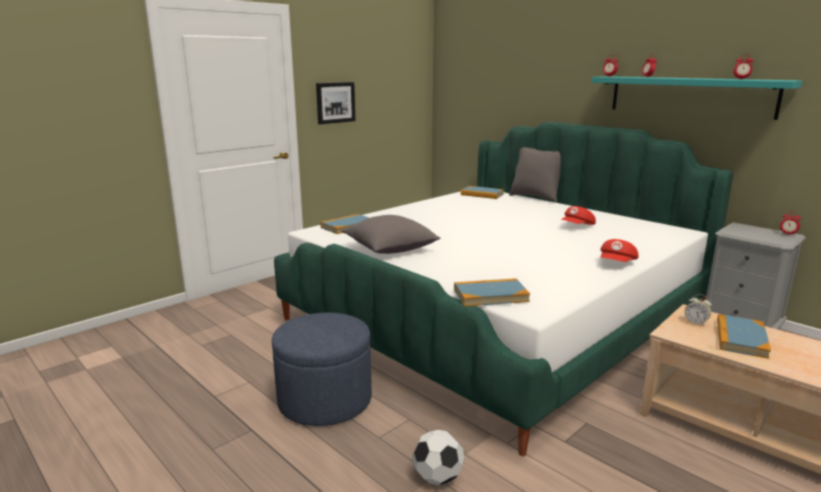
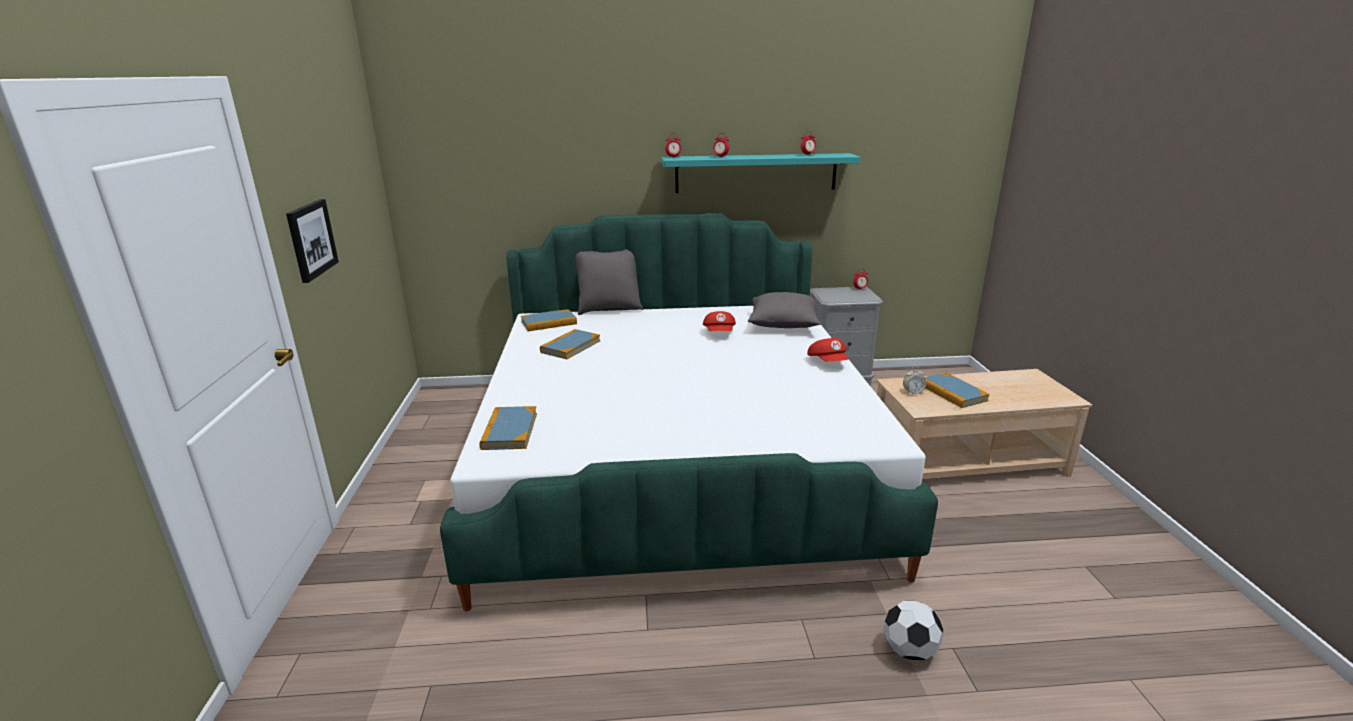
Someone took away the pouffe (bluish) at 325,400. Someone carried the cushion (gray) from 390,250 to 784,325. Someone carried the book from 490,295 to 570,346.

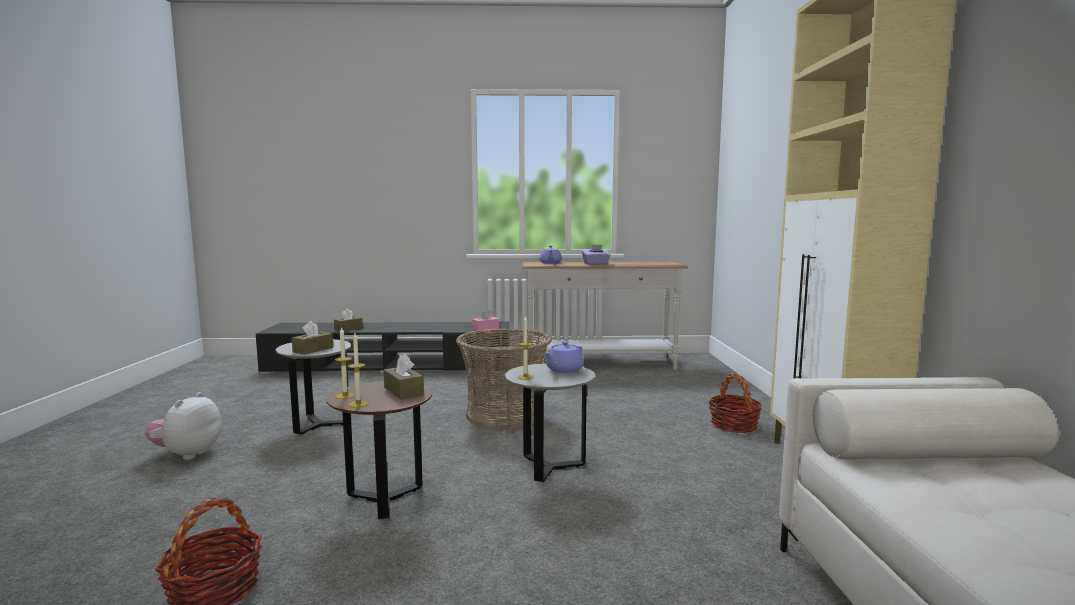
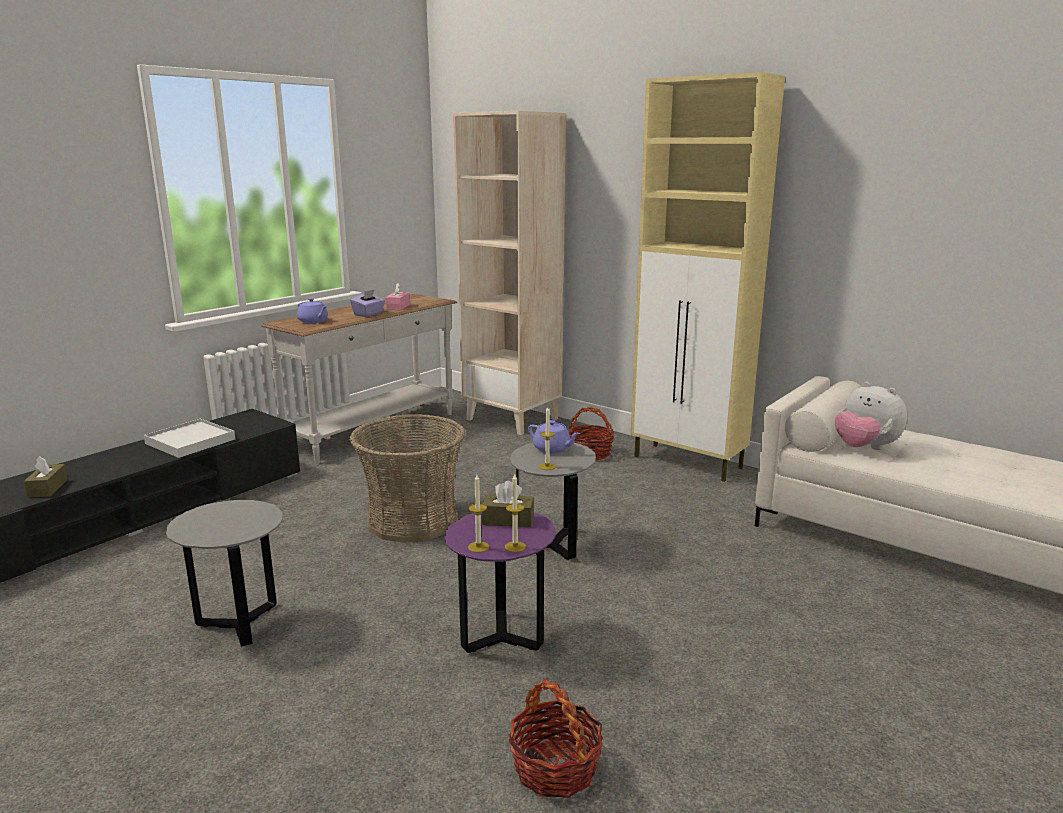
Someone took away the tissue holder (brownish) at 313,350. Someone put down the carrying tray (white) at 190,441. Someone put down the bookcase (sand-coloured) at 513,419. Someone carried the plush toy from 187,454 to 864,448. Someone carried the tissue holder (pink) from 485,329 to 398,307. Someone repainted the accent table (brownish) at 384,500, which became the accent table (purple) at 501,638. Someone rotated the tea pot (purple) at 563,370 by 45 degrees counterclockwise.

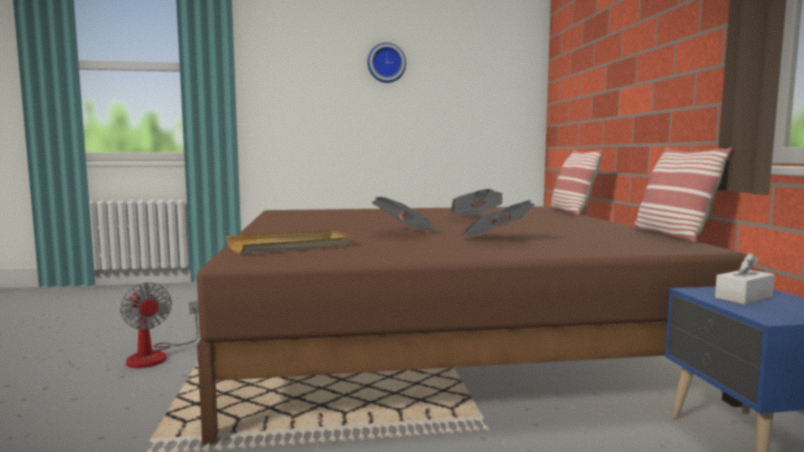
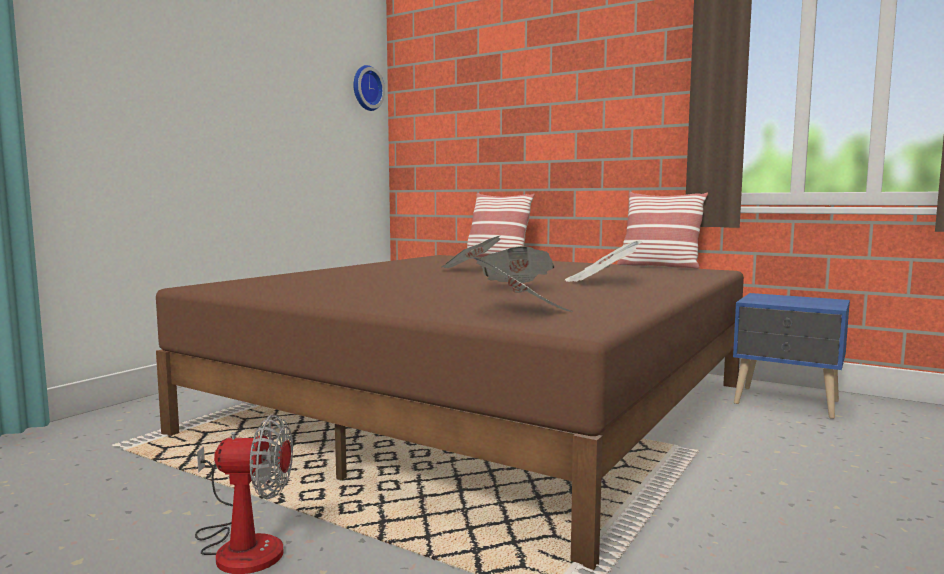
Someone took away the tissue holder (white) at 743,297. Someone carried the clock on the wall from 386,63 to 365,88. Someone swapped the carrying tray (sand-coloured) at 291,246 for the newspaper at 521,312.

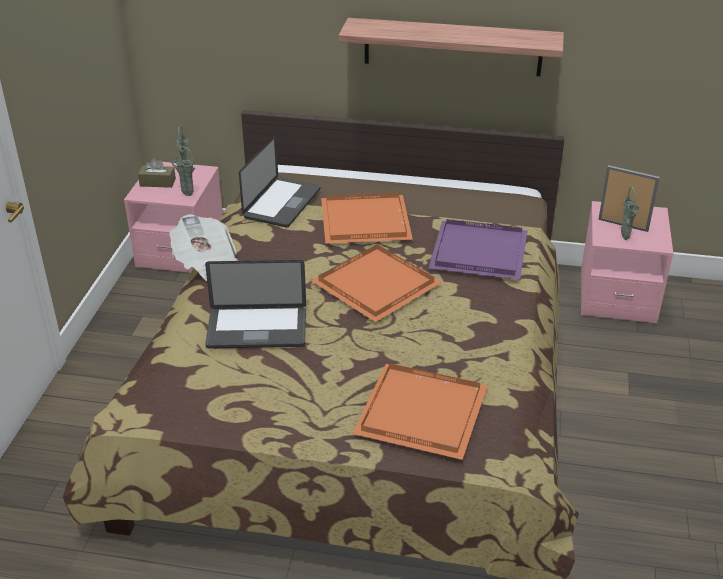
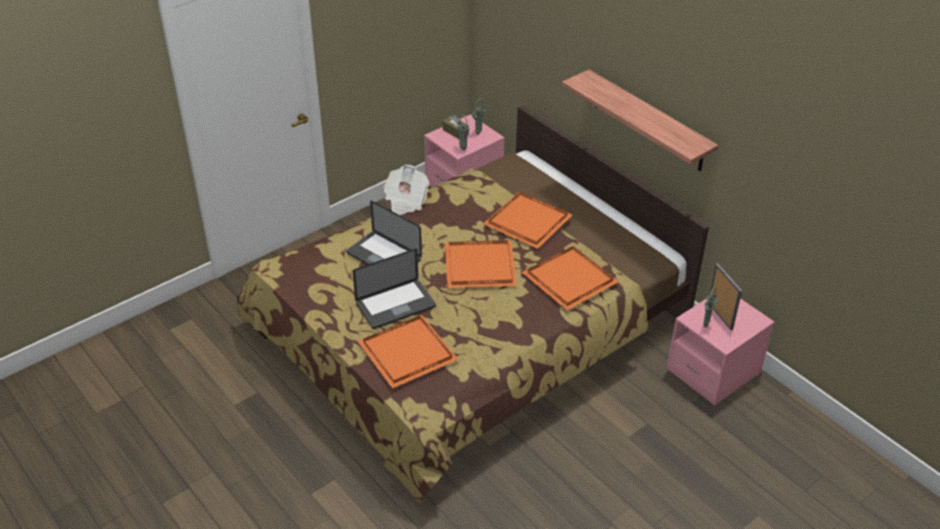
Someone carried the laptop from 282,203 to 395,305. Someone repainted the carrying tray (purple) at 477,253, which became the carrying tray (orange) at 568,279.

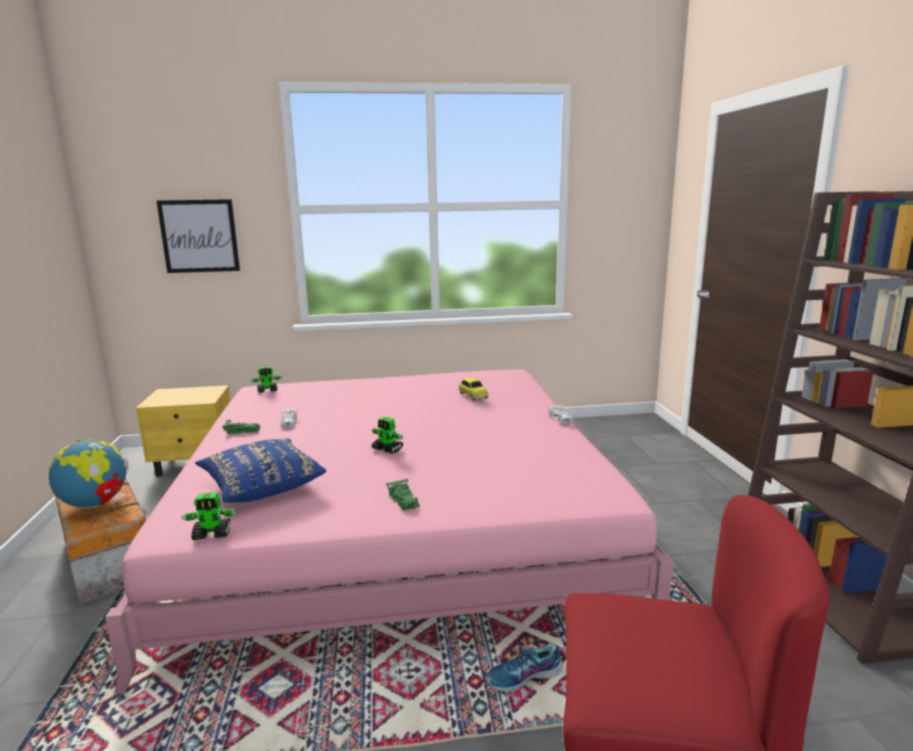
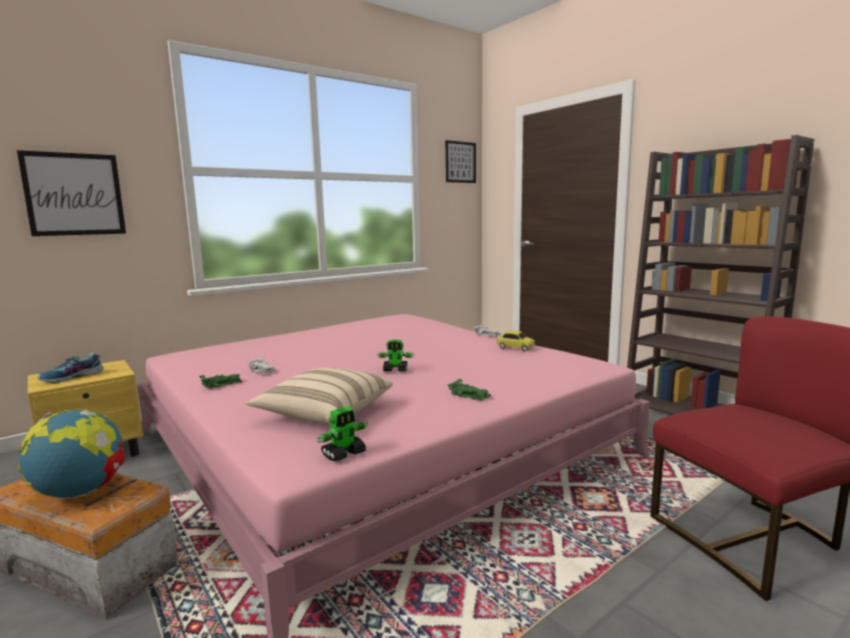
Someone took away the toy robot at 267,390. Someone put up the wall art at 460,162. Someone carried the miniature car from 473,395 to 515,348. Someone carried the shoe from 524,677 to 72,377. Someone repainted the cushion (bluish) at 262,486, which became the cushion (sand-coloured) at 324,414.

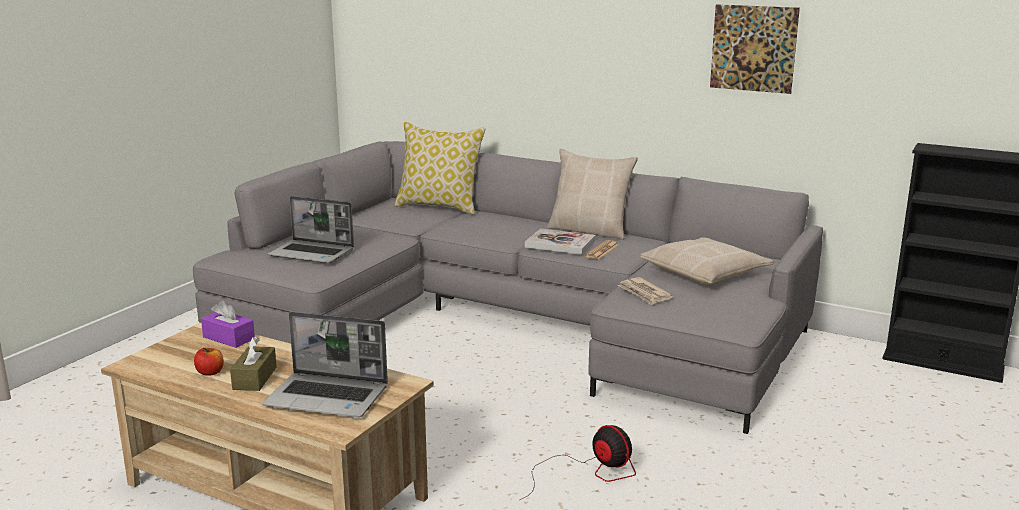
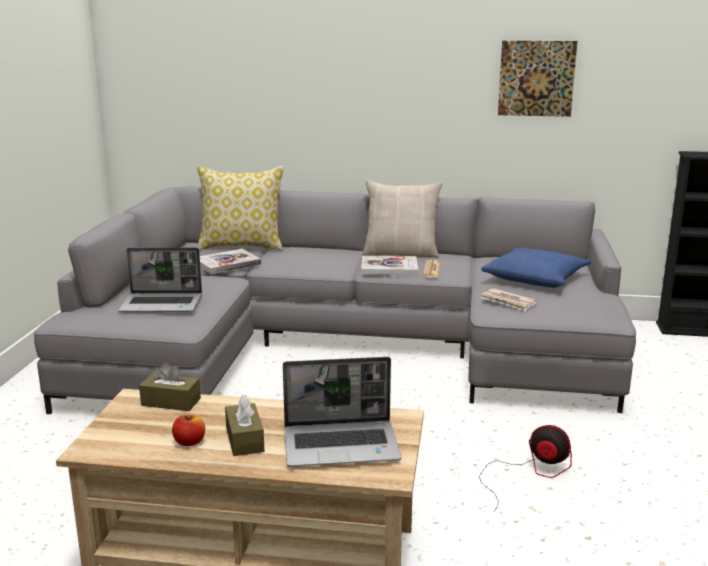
Someone put down the book at 227,263. Someone repainted the tissue holder (purple) at 229,338, which became the tissue holder (brownish) at 171,402. Someone repainted the cushion (sand-coloured) at 705,272, which became the cushion (bluish) at 535,278.

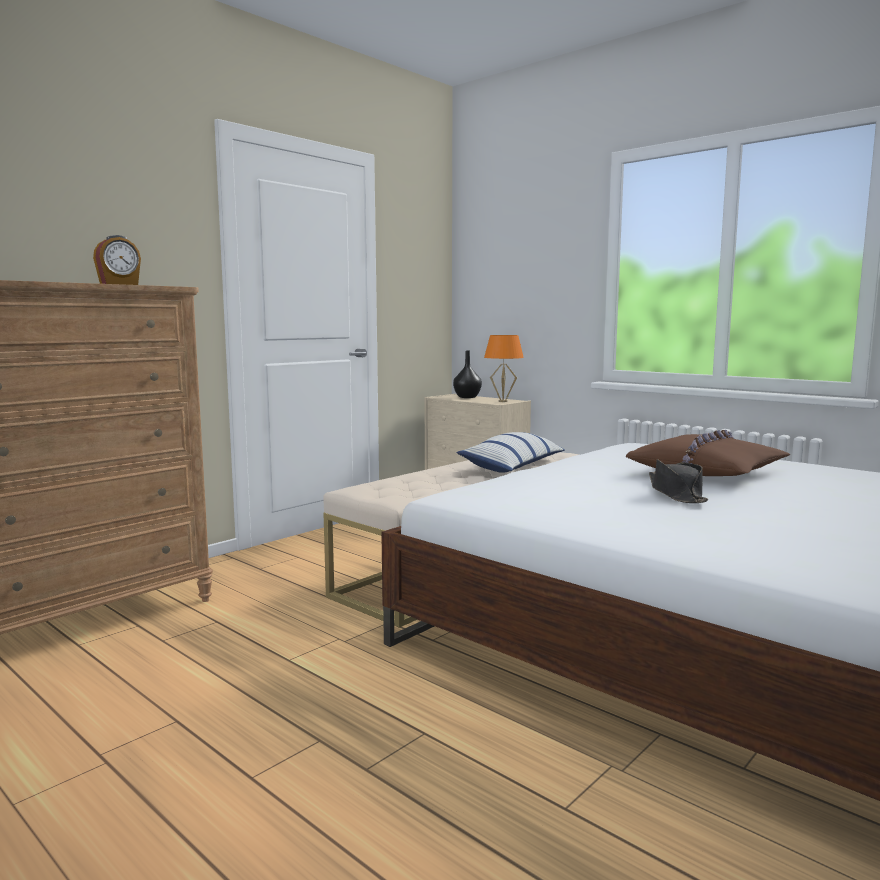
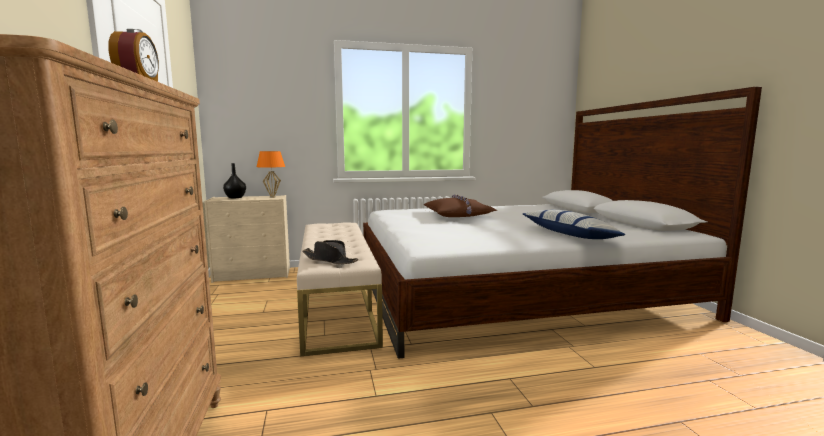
Someone carried the cushion from 512,466 to 569,234. Someone carried the wearable hat (black-coloured) from 677,494 to 330,260.

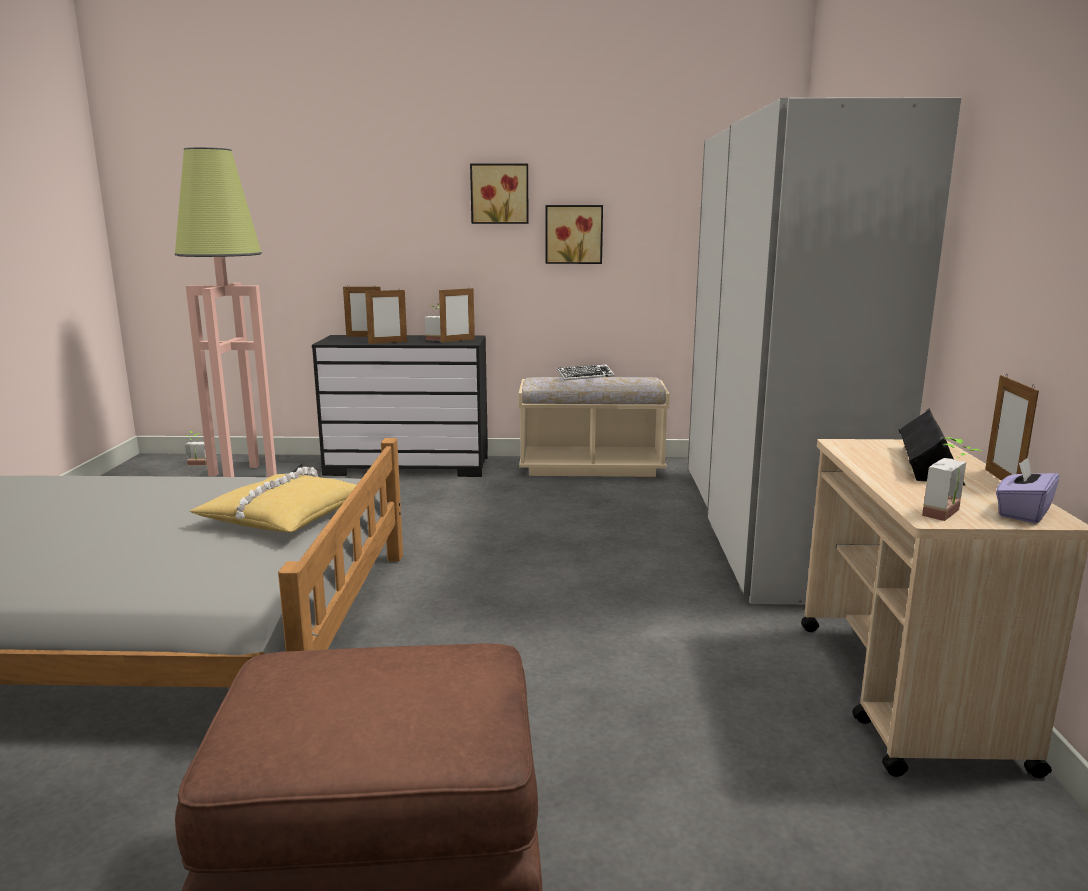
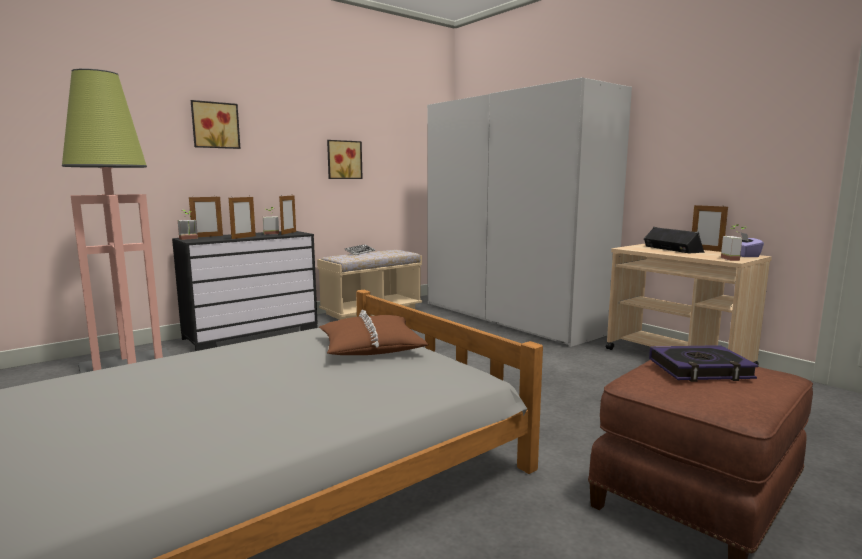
Someone put down the book at 700,369. Someone carried the potted plant from 197,465 to 189,239. Someone carried the wall art from 499,194 to 215,125. Someone repainted the cushion (yellow-coloured) at 284,517, which became the cushion (brownish) at 370,347.

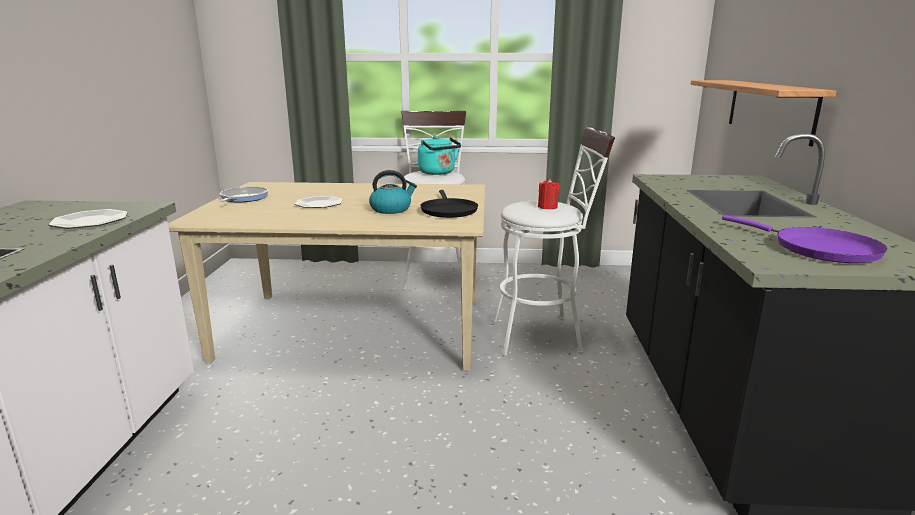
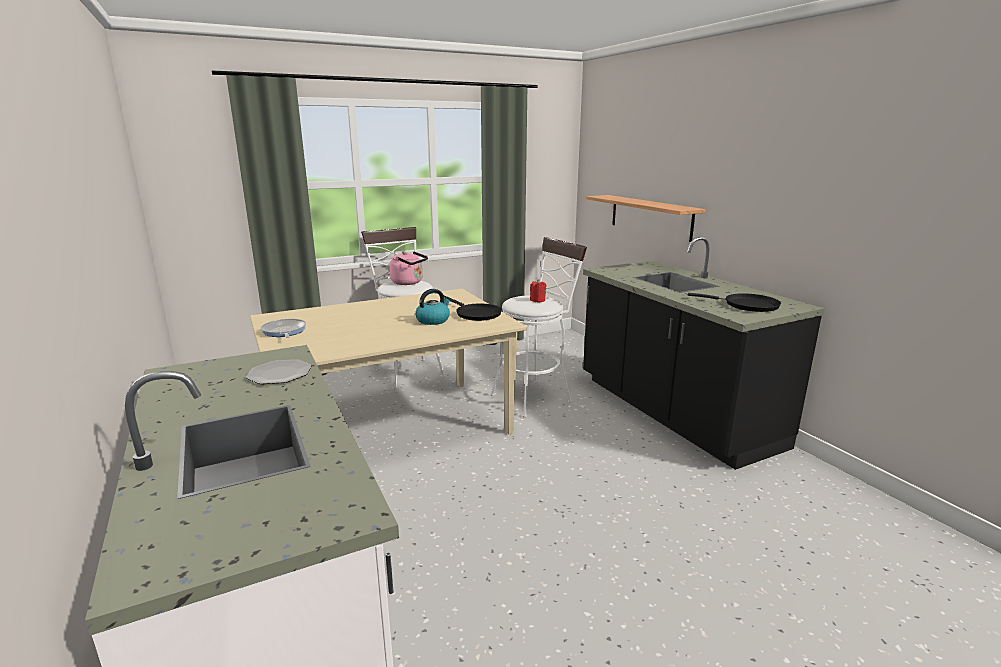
Someone took away the plate at 319,204. Someone repainted the tea kettle (turquoise-coloured) at 438,173, which became the tea kettle (pink) at 409,282. Someone repainted the frying pan (purple) at 818,249, which became the frying pan (black-coloured) at 747,305.

